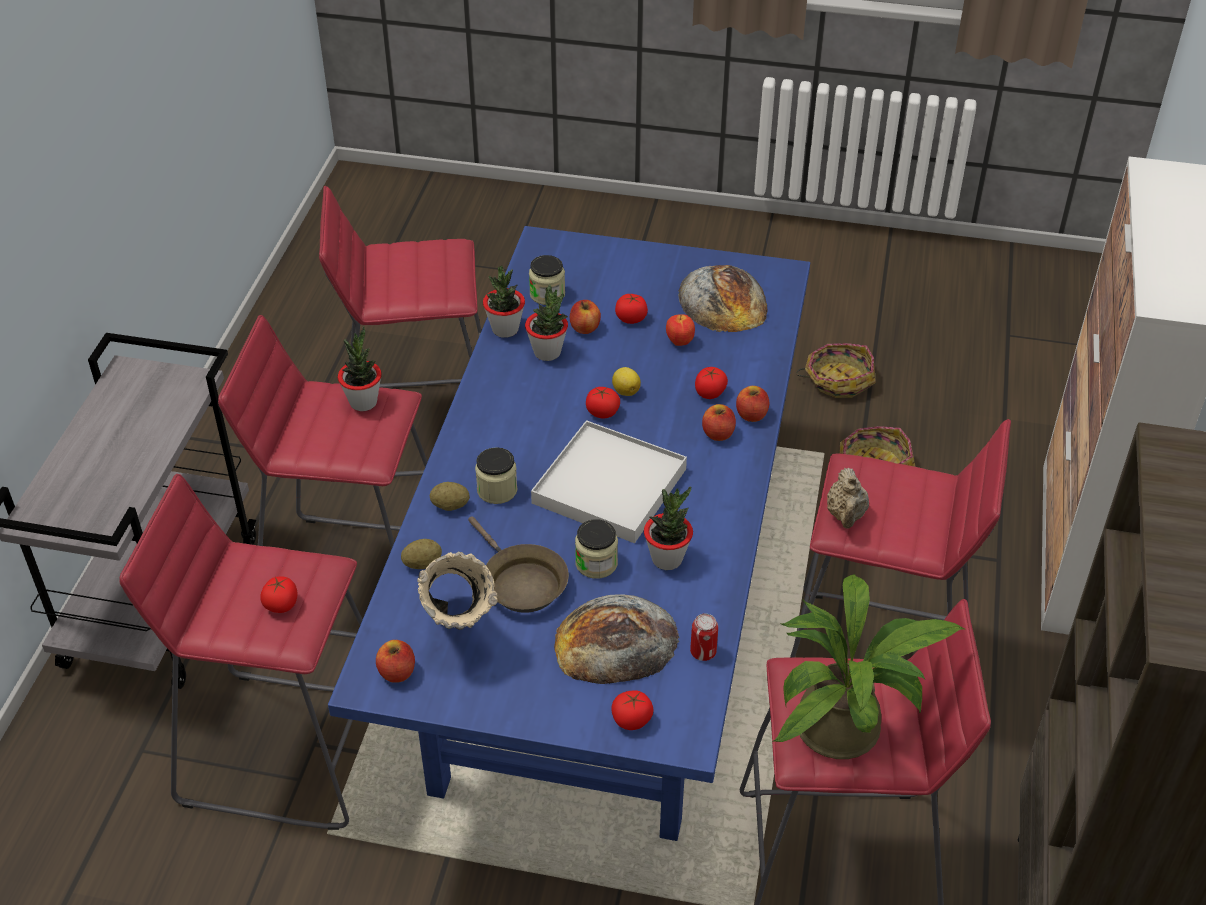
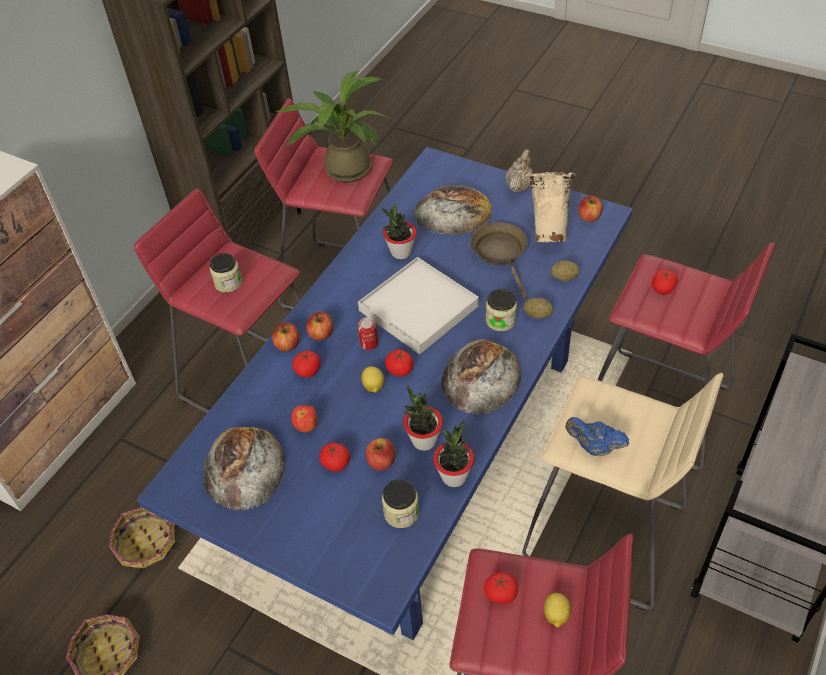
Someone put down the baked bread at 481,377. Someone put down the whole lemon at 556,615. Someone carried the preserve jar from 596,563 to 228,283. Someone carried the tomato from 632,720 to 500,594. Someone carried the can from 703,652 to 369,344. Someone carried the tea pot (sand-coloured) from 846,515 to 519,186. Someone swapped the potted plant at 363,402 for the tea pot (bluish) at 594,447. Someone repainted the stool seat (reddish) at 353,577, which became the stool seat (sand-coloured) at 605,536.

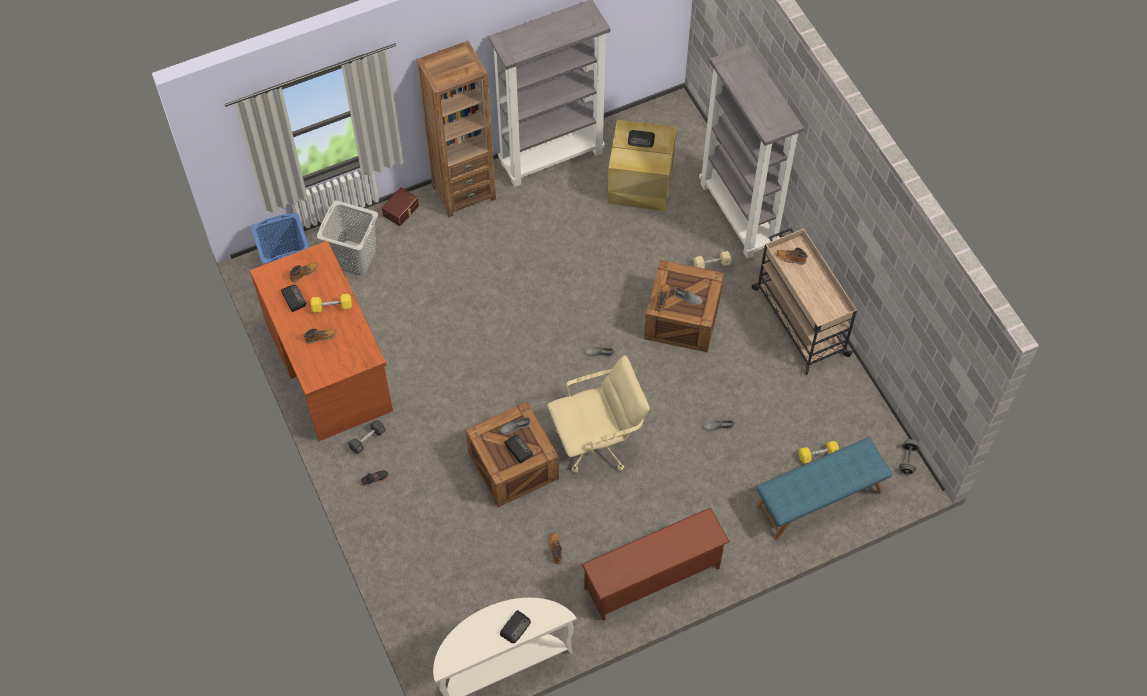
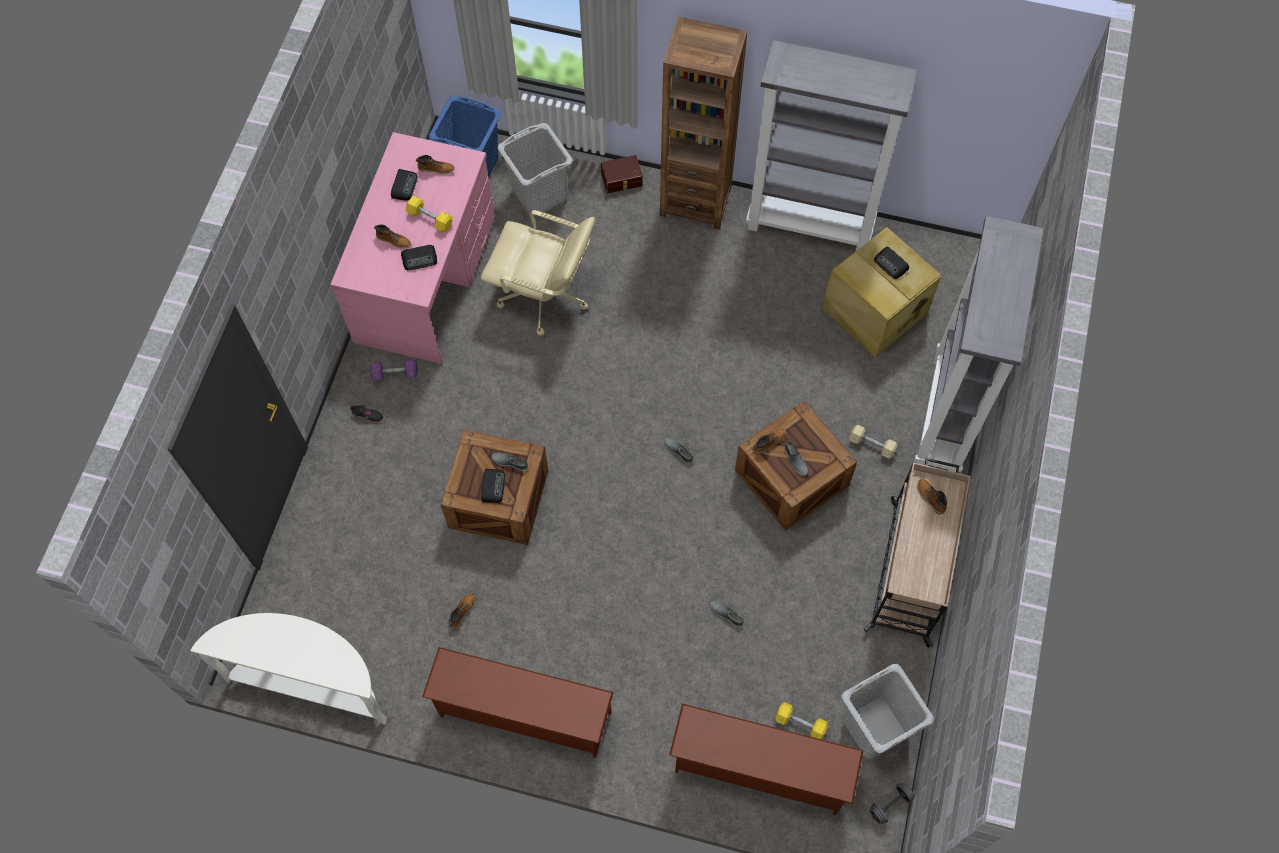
Someone put down the hamper (gray) at 874,728. Someone carried the radio from 515,627 to 420,259. Someone carried the computer chair (sand-coloured) from 597,442 to 544,296. Someone swapped the bench (bluish) at 819,500 for the shoe rack (brownish) at 759,771. Someone repainted the desk unit (brownish) at 329,365, which became the desk unit (pink) at 426,279. Someone repainted the hand weight (black-coloured) at 367,440, which became the hand weight (purple) at 395,374.

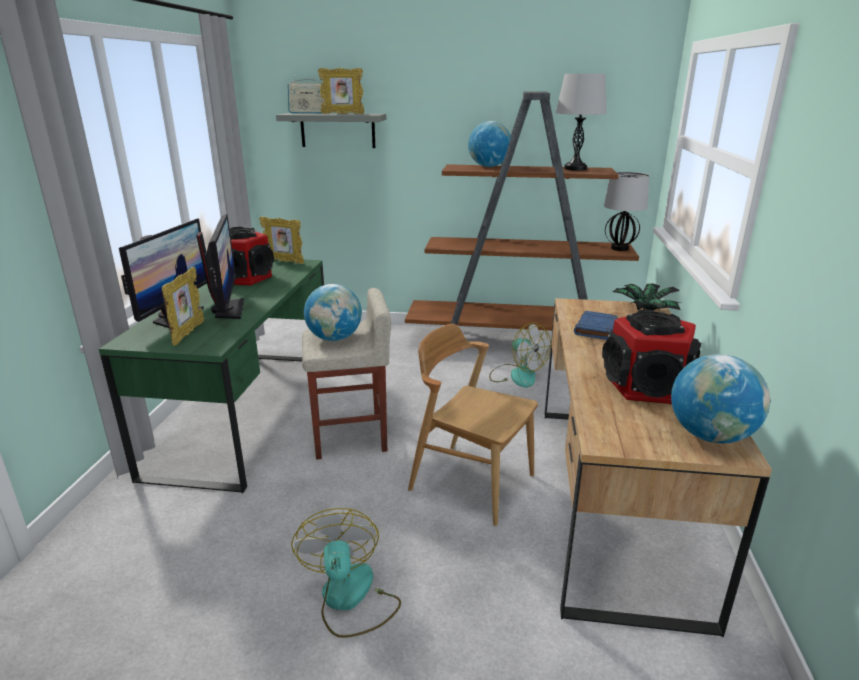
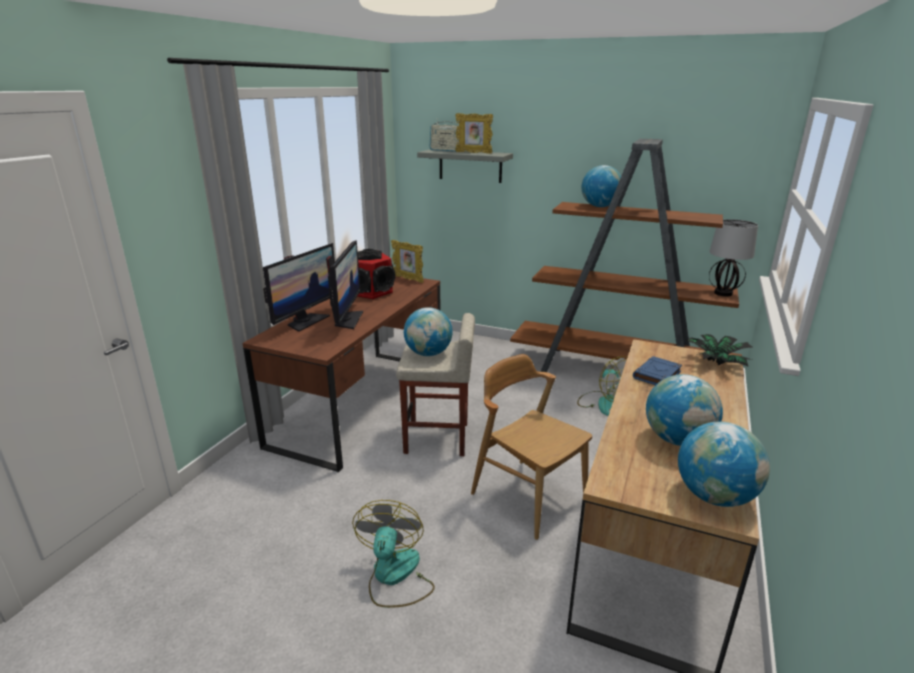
Someone took away the standing frame at 188,333. Someone took away the tabletop lamp (gray) at 575,168. Someone swapped the speaker at 647,387 for the desk globe at 677,439. Someone repainted the desk unit (green-coloured) at 249,411, which became the desk unit (brownish) at 362,403.

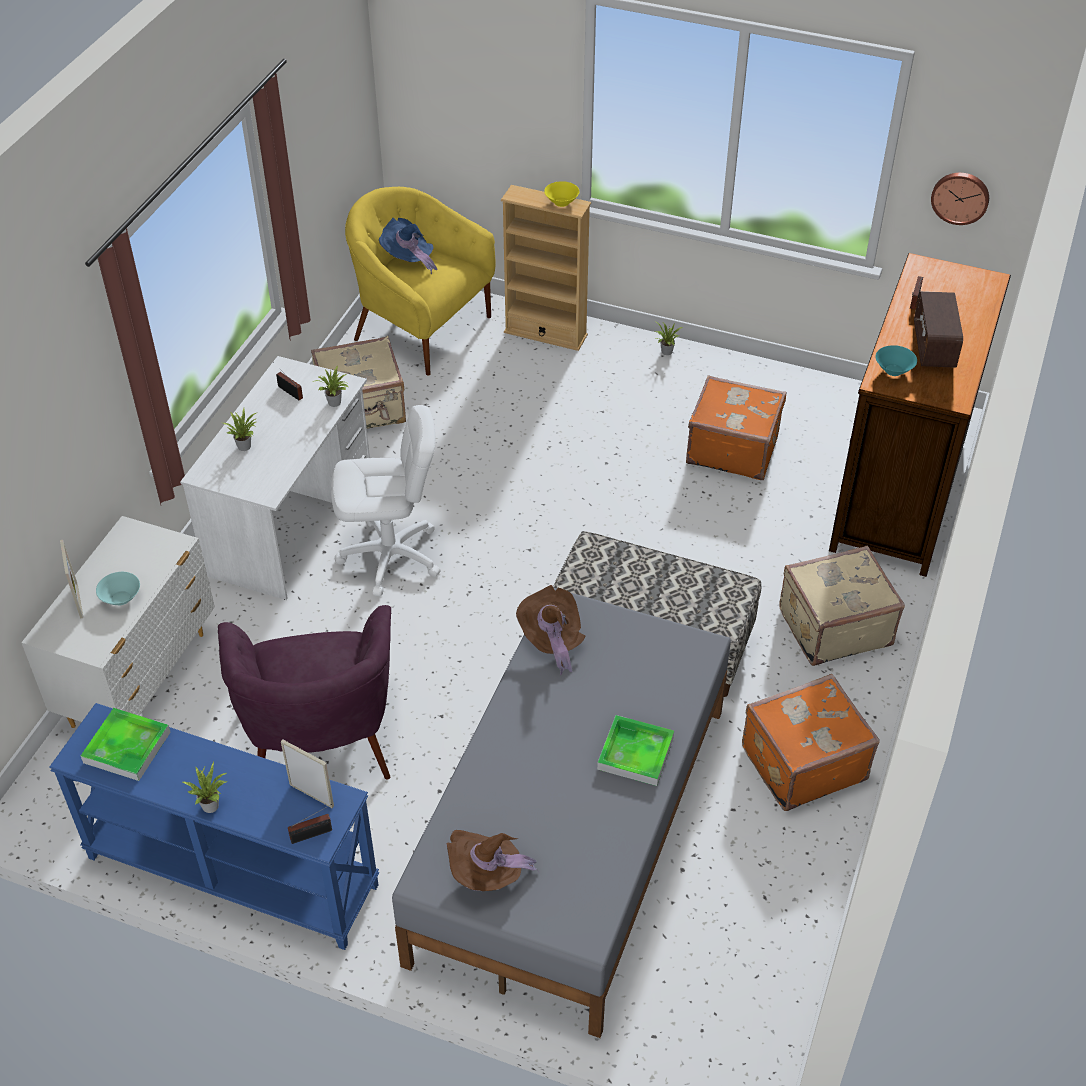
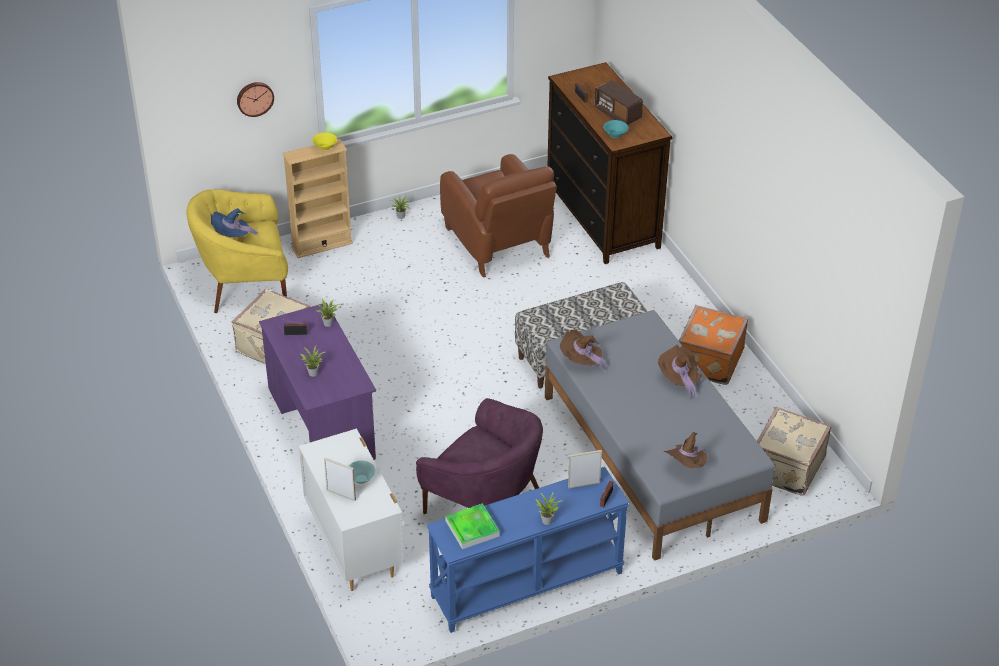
Someone took away the computer chair (white) at 391,557. Someone carried the travel case (sand-coloured) from 833,626 to 785,467. Someone carried the clock on the wall from 960,197 to 254,98. Someone swapped the carrying tray at 635,753 for the wearable hat (brownish) at 679,380. Someone swapped the travel case (orange) at 732,448 for the lounge chair (brownish) at 498,244. Someone repainted the desk unit (white) at 291,522, which became the desk unit (purple) at 321,423.

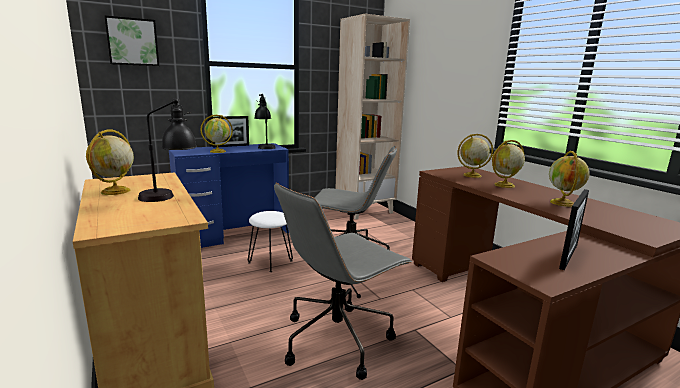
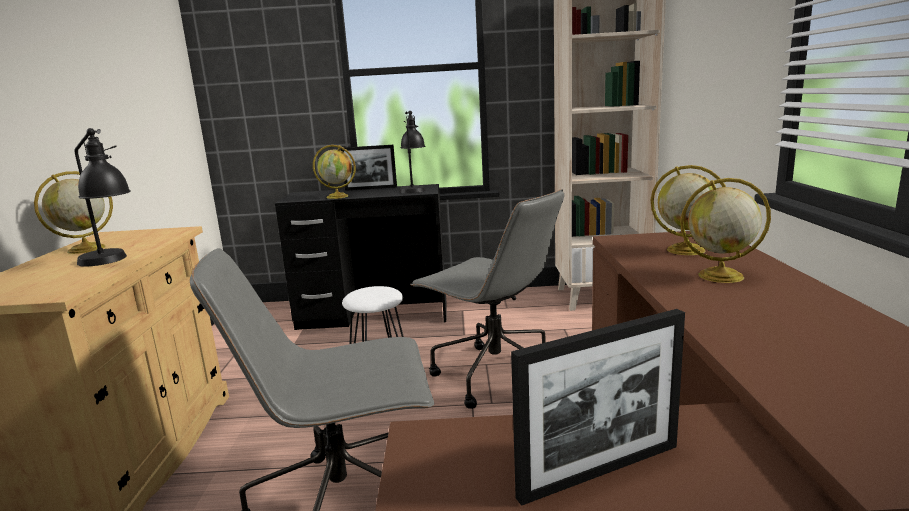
Someone took away the wall art at 132,42. Someone took away the desk globe at 562,203. Someone repainted the desk unit (bluish) at 234,234, which became the desk unit (black-coloured) at 374,315.

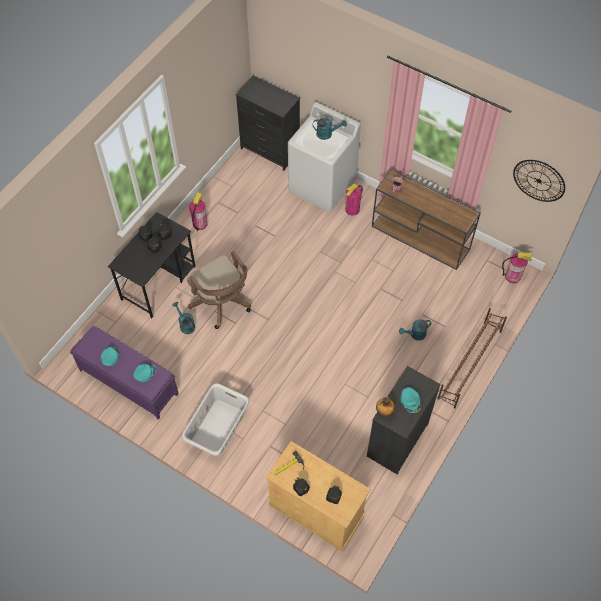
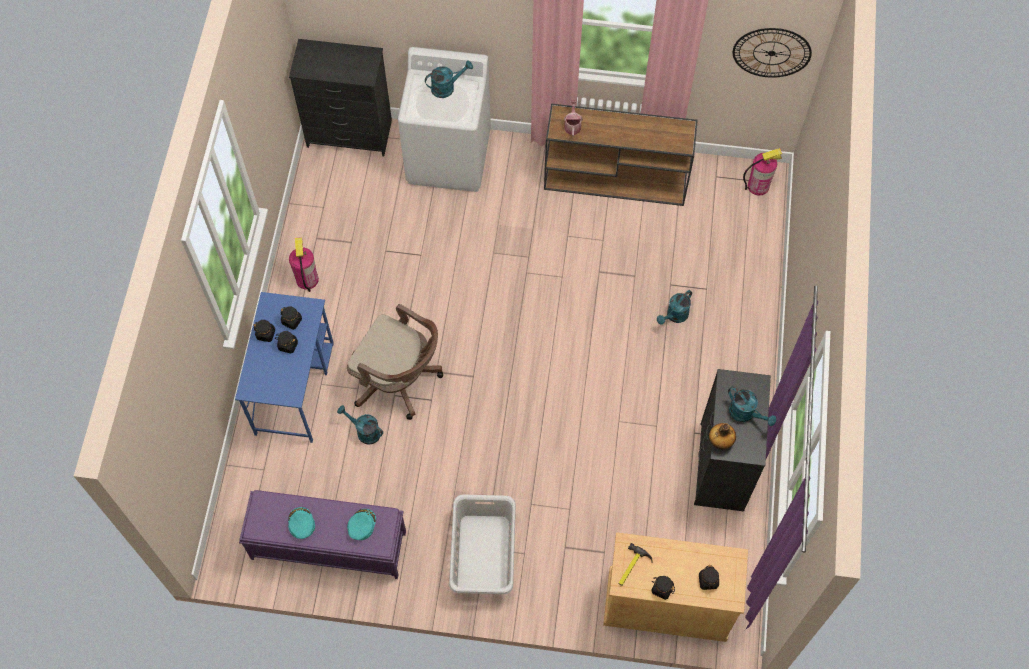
Someone took away the fire extinguisher at 352,209. Someone took away the shoe rack (brownish) at 469,364. Someone swapped the peaked cap (turquoise-coloured) at 411,401 for the sprinkling can (turquoise-coloured) at 745,414. Someone repainted the desk unit (black-coloured) at 159,282, which became the desk unit (bluish) at 295,387.

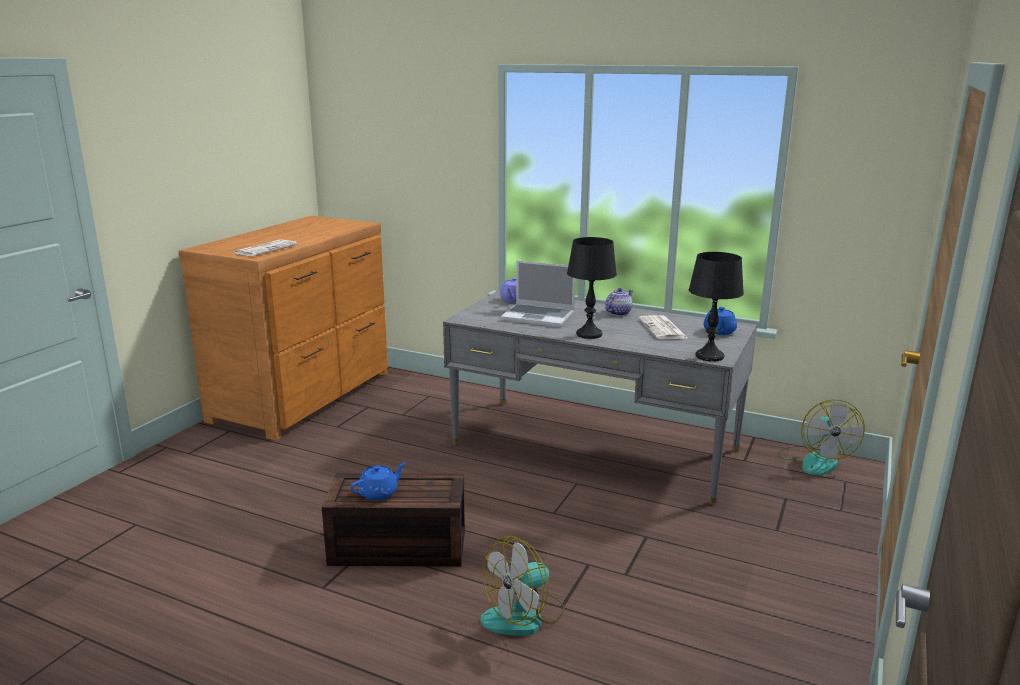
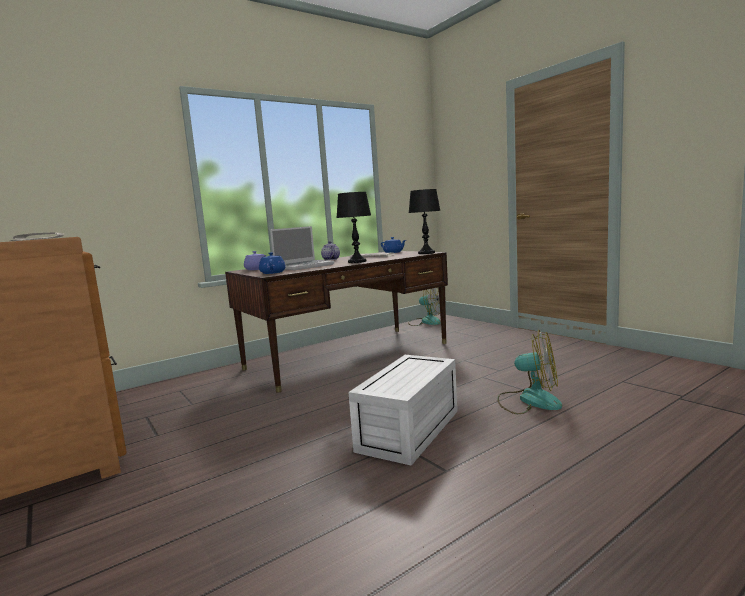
Someone carried the tea pot (bluish) from 379,493 to 273,272. Someone repainted the storage container (brownish) at 396,547, which became the storage container (white) at 410,431. Someone repainted the desk unit (gray) at 594,447, which became the desk unit (brownish) at 348,355. Someone rotated the fan at 524,616 by 60 degrees counterclockwise.

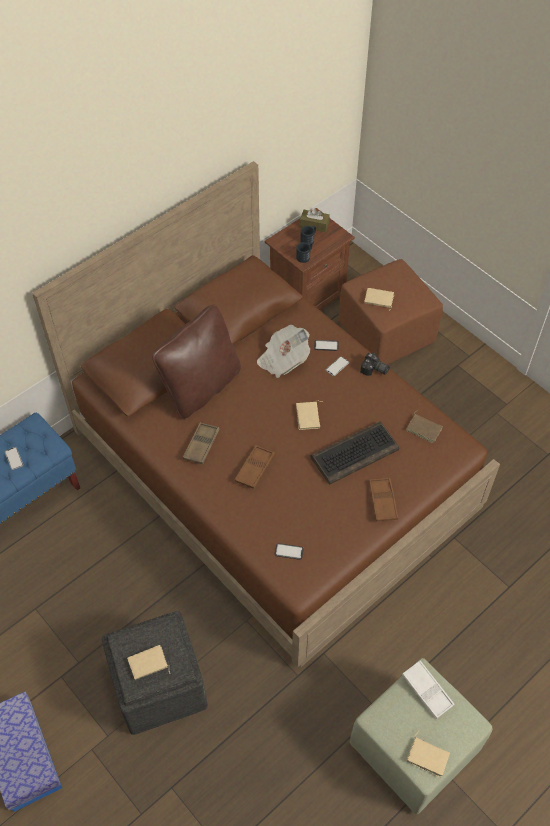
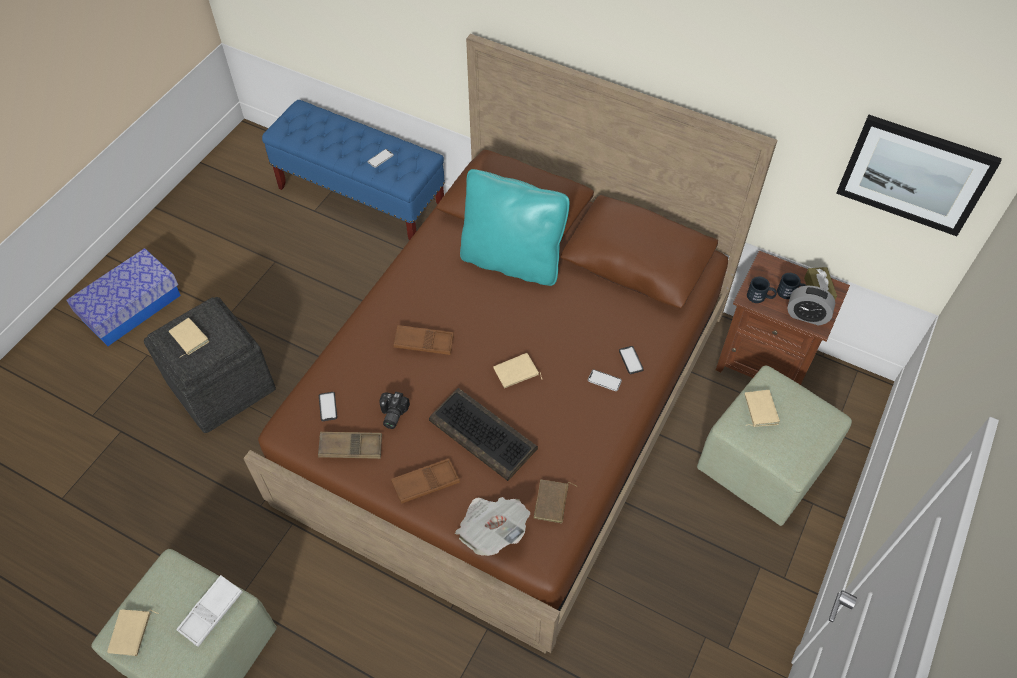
Someone put down the alarm clock at 806,315. Someone put up the wall art at 914,174. Someone carried the carrying tray (brownish) from 201,445 to 351,447. Someone carried the newspaper from 283,360 to 492,530. Someone carried the still camera from 374,370 to 391,414. Someone repainted the cushion (brownish) at 201,387, which became the cushion (turquoise-coloured) at 512,261. Someone repainted the pouffe (brownish) at 385,333, which became the pouffe (green-coloured) at 762,463.

